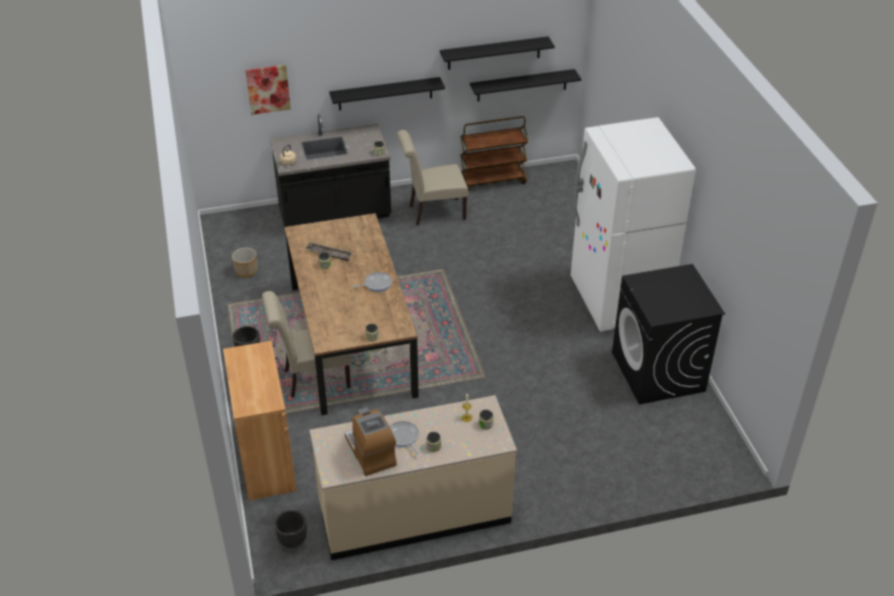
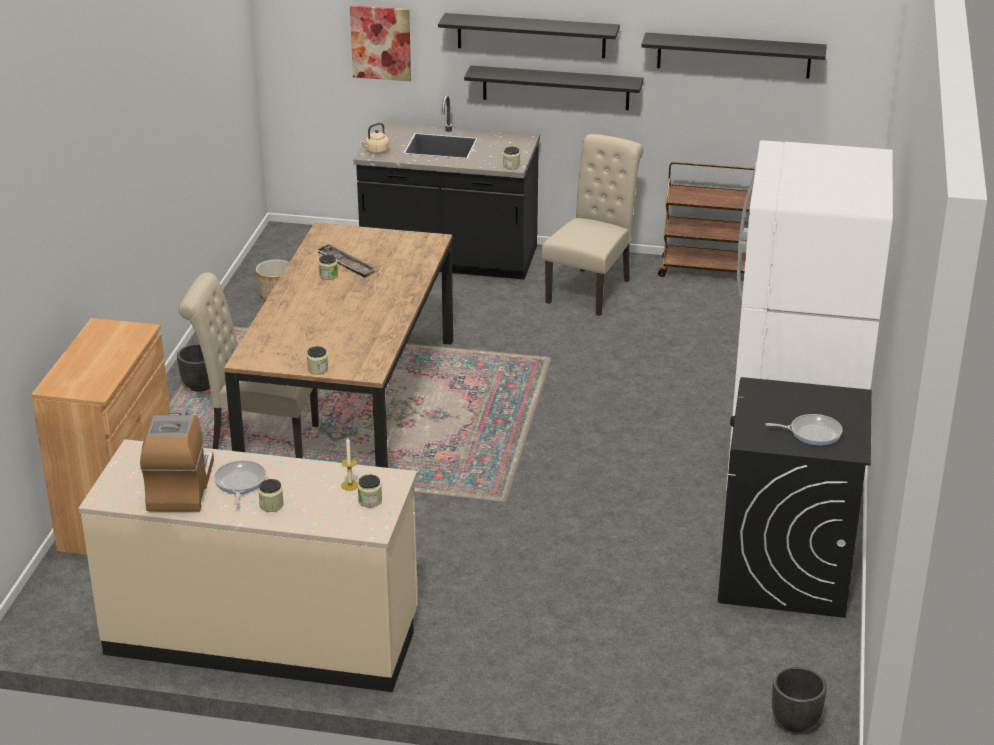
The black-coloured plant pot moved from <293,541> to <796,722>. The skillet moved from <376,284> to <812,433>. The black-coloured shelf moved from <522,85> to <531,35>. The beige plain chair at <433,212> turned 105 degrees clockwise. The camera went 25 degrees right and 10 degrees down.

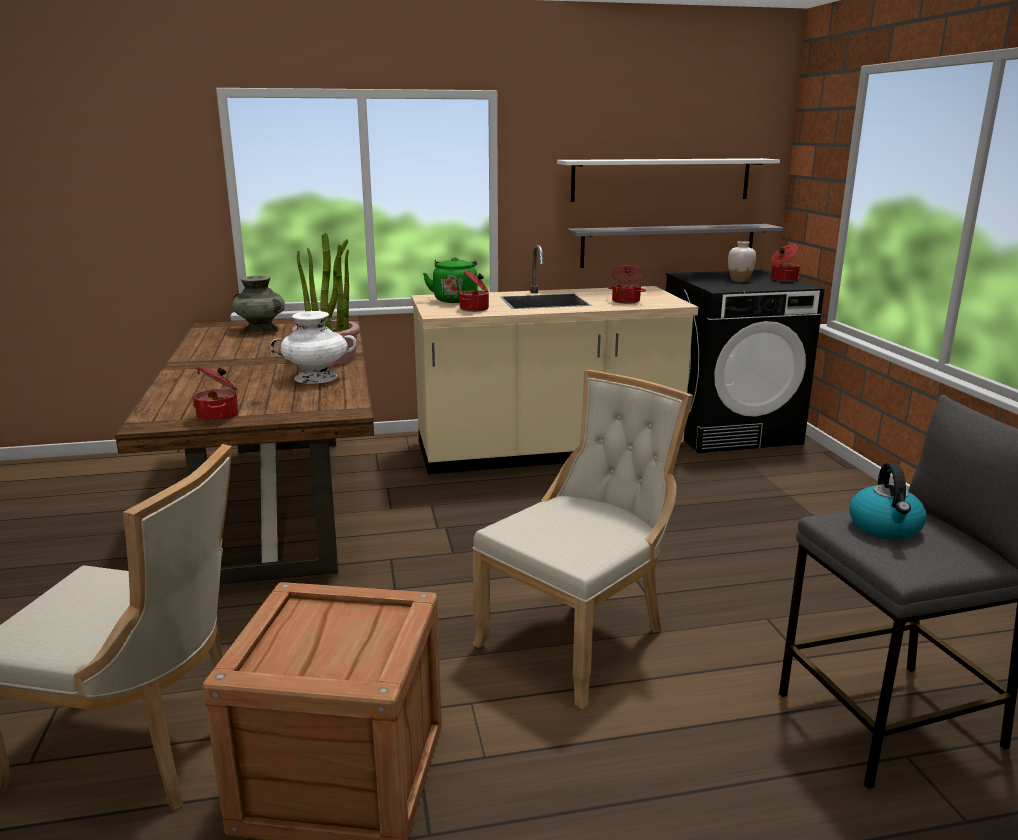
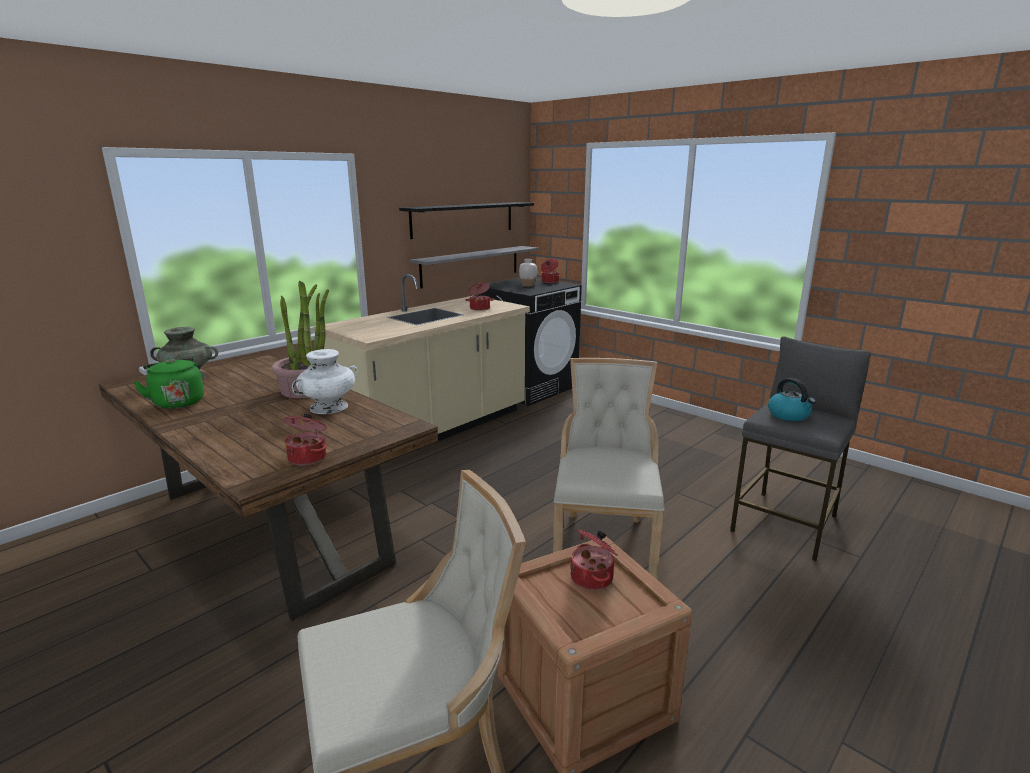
The greenish water kettle moved from <455,299> to <177,402>. The saucepot moved from <475,309> to <593,577>. The whitish shelf at <661,179> became the black-coloured shelf at <463,219>. The camera went 35 degrees left and 0 degrees up.

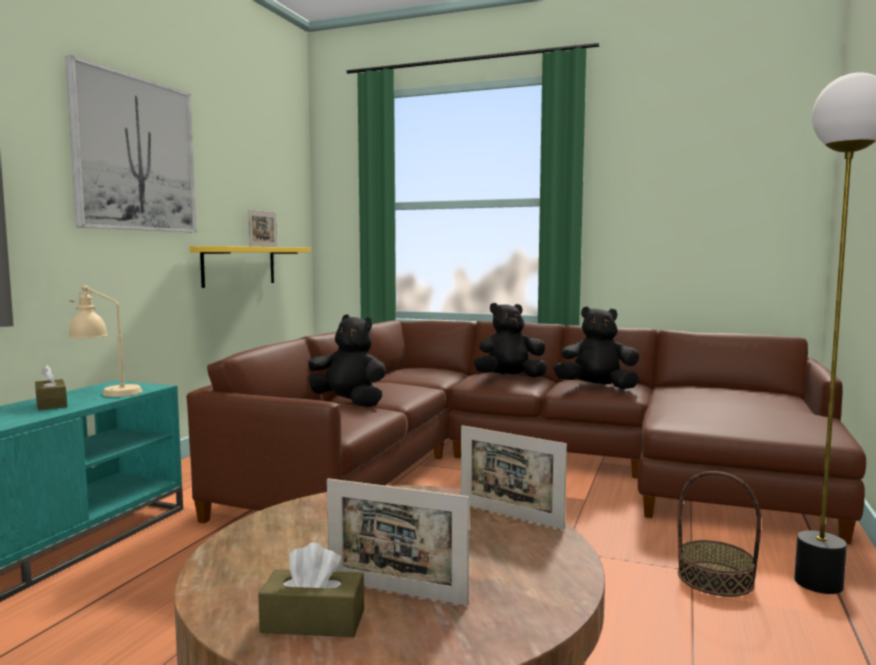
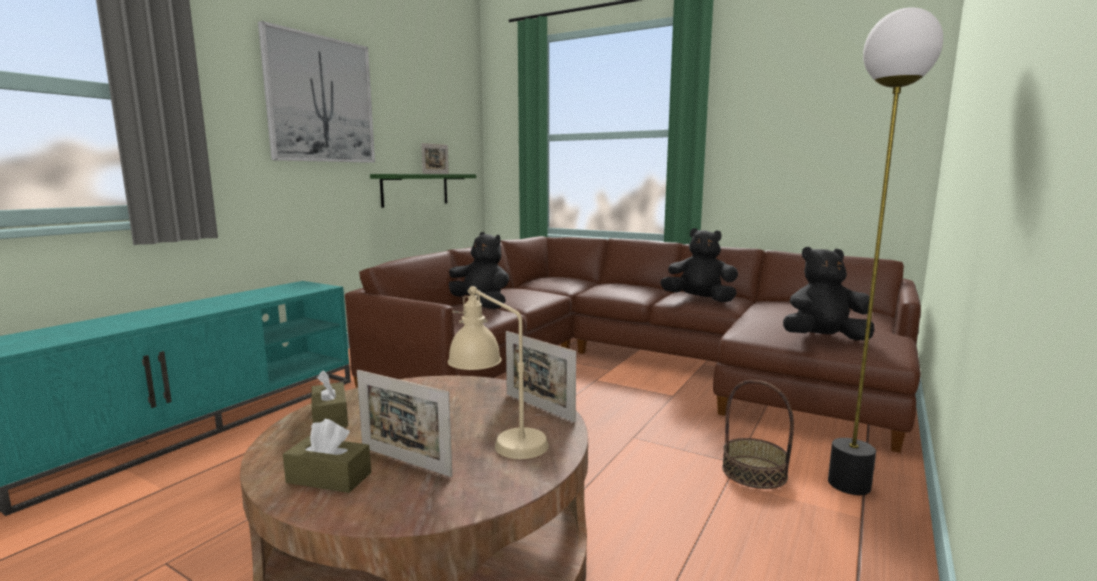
The brown-coloured tissue box moved from <51,404> to <330,417>. The beige table lamp moved from <106,392> to <498,443>. The black-coloured cuddly toy moved from <509,377> to <824,339>. The yellowish shelf at <239,266> became the greenish shelf at <415,189>. The camera went 10 degrees right and 5 degrees up.

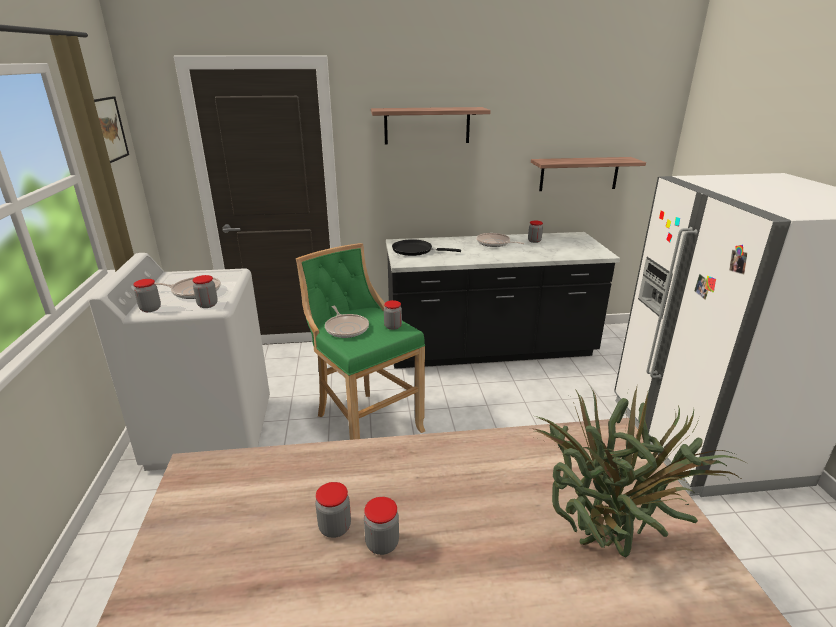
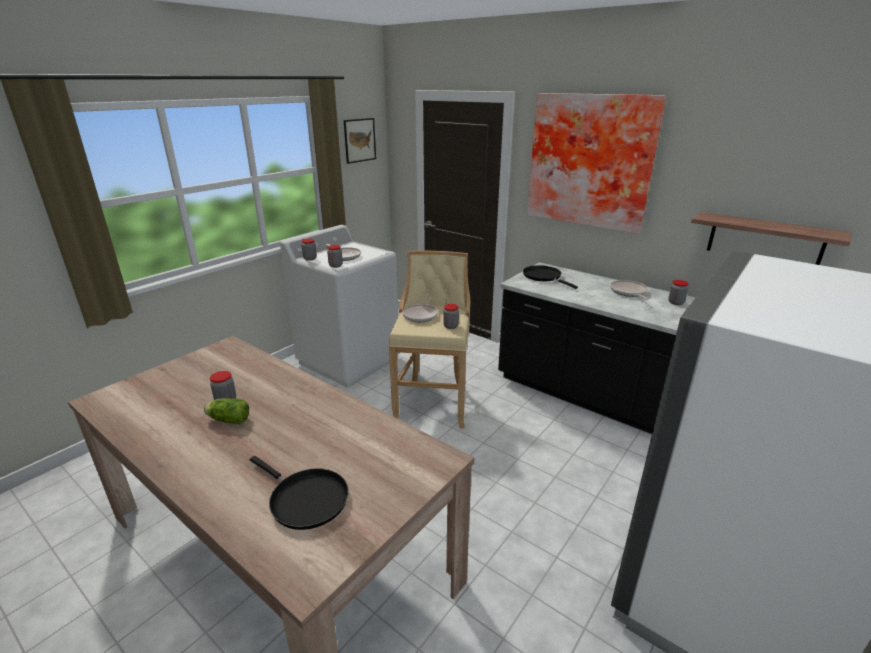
The preserve jar at <382,543> was replaced by the head of lettuce at <228,420>. The shelf at <427,125> was replaced by the wall art at <590,161>. The houseplant at <607,546> was replaced by the black-coloured skillet at <305,499>. The greenish stool seat at <364,423> became the beige stool seat at <433,401>. The camera went 45 degrees right and 0 degrees up.

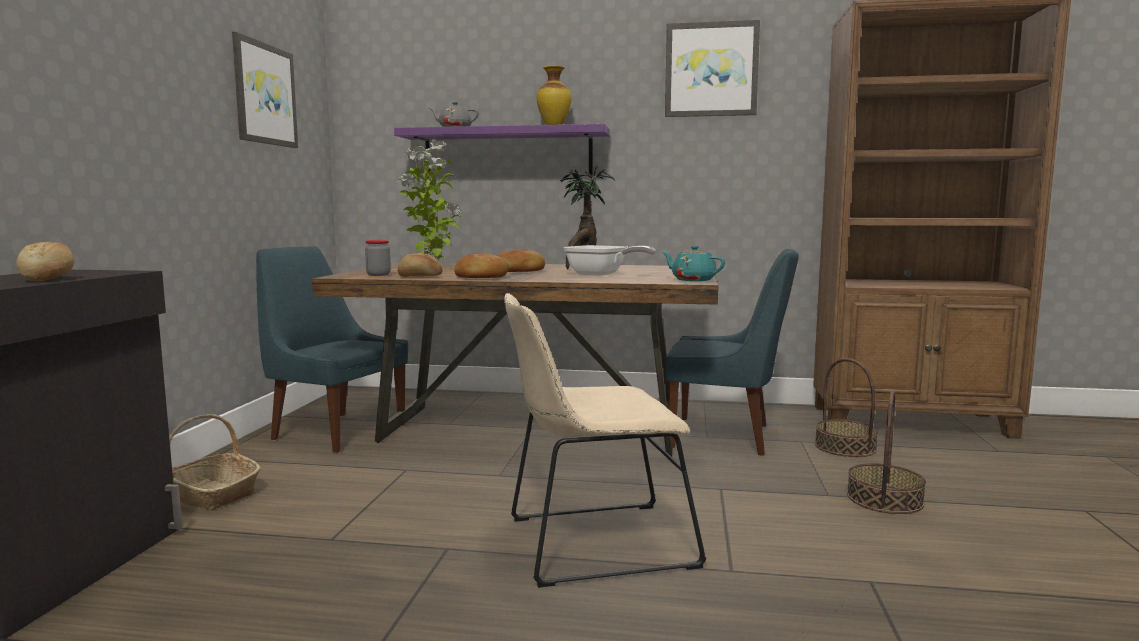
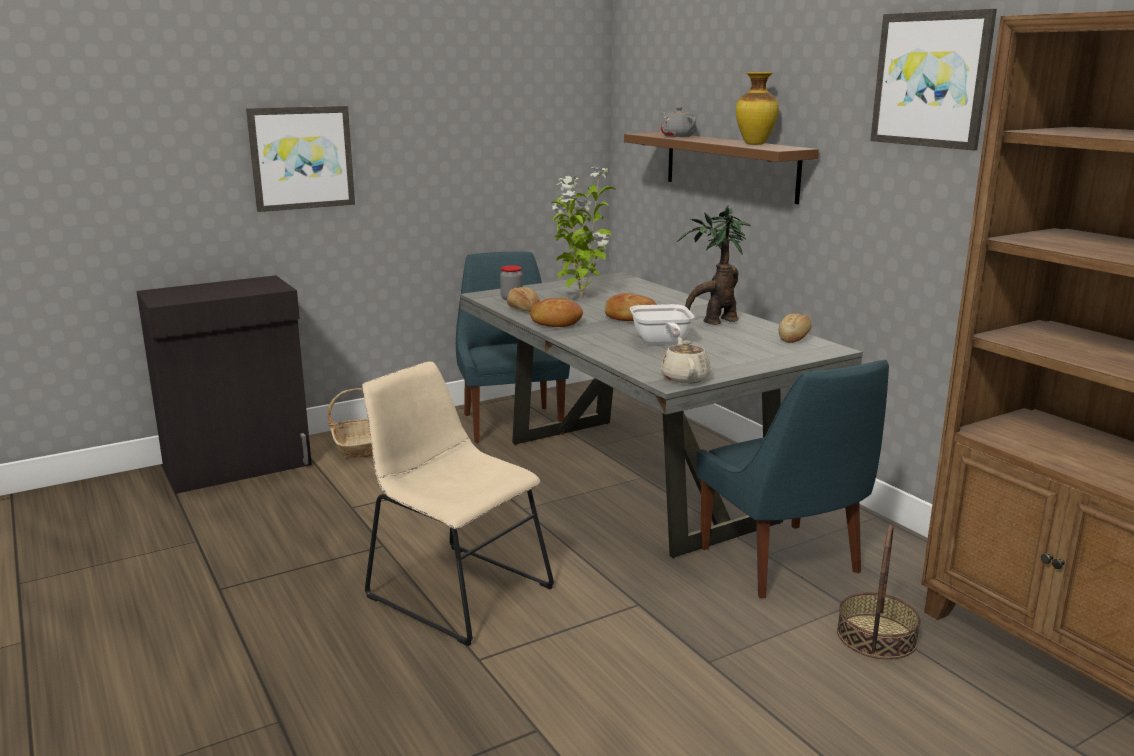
The storage basket at <885,499> disappeared. The baked bread moved from <48,279> to <794,338>. The wall art moved from <264,94> to <301,158>. The brown-coloured kitchen table at <534,431> became the greyish kitchen table at <637,480>. The purplish shelf at <507,153> became the brown-coloured shelf at <730,166>. The blue-green teapot at <692,280> became the beige teapot at <684,378>. The camera went 50 degrees right and 10 degrees up.

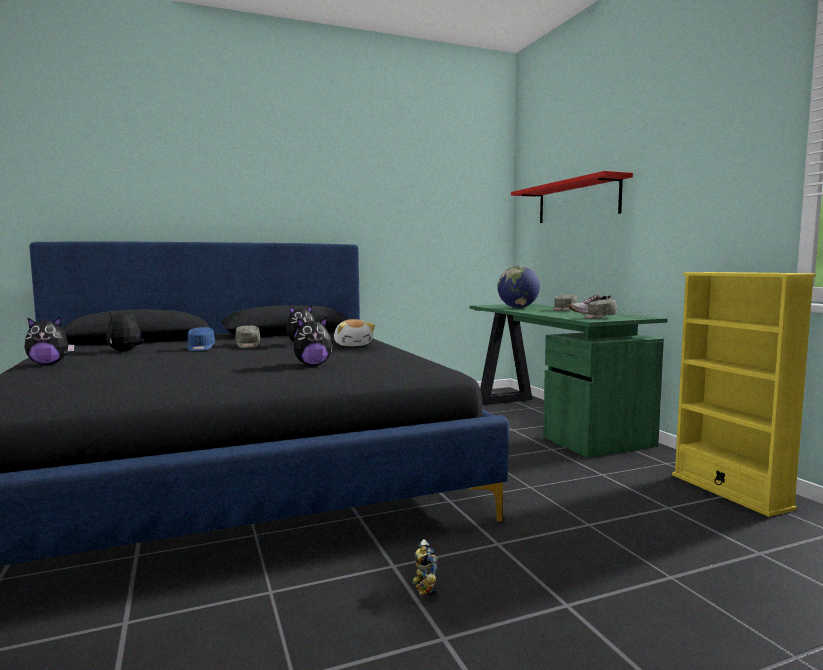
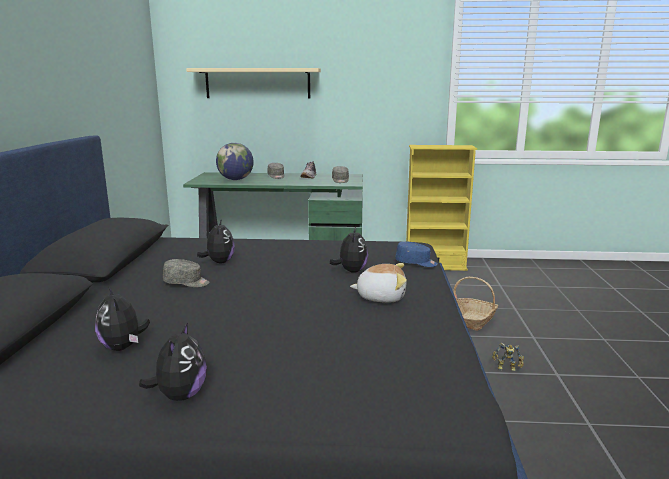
The storage basket at <472,320> appeared. The blue peaked cap moved from <200,348> to <416,263>. The cuddly toy moved from <353,345> to <381,297>. The red shelf at <577,201> became the beige shelf at <257,83>. The camera went 65 degrees left and 10 degrees up.

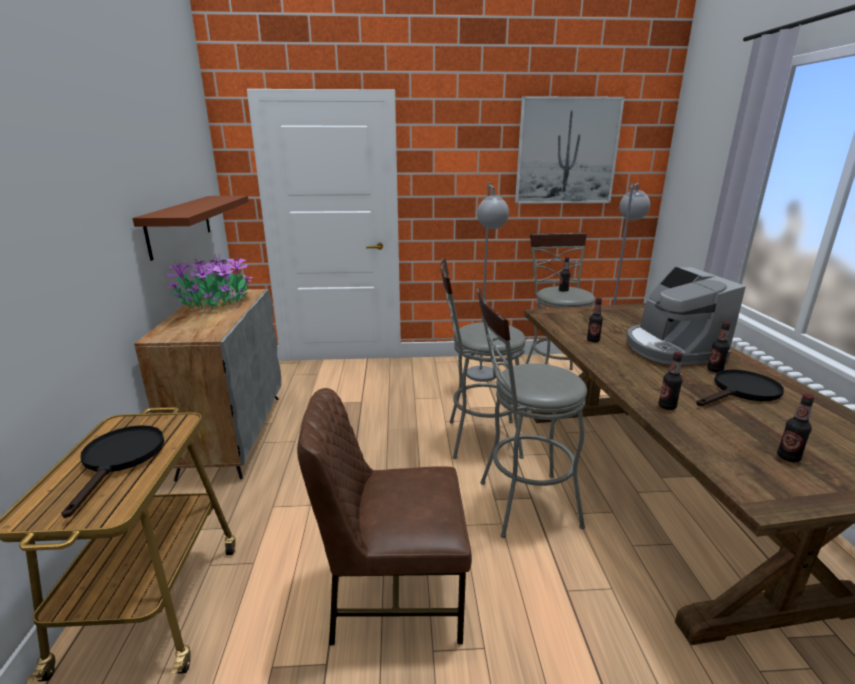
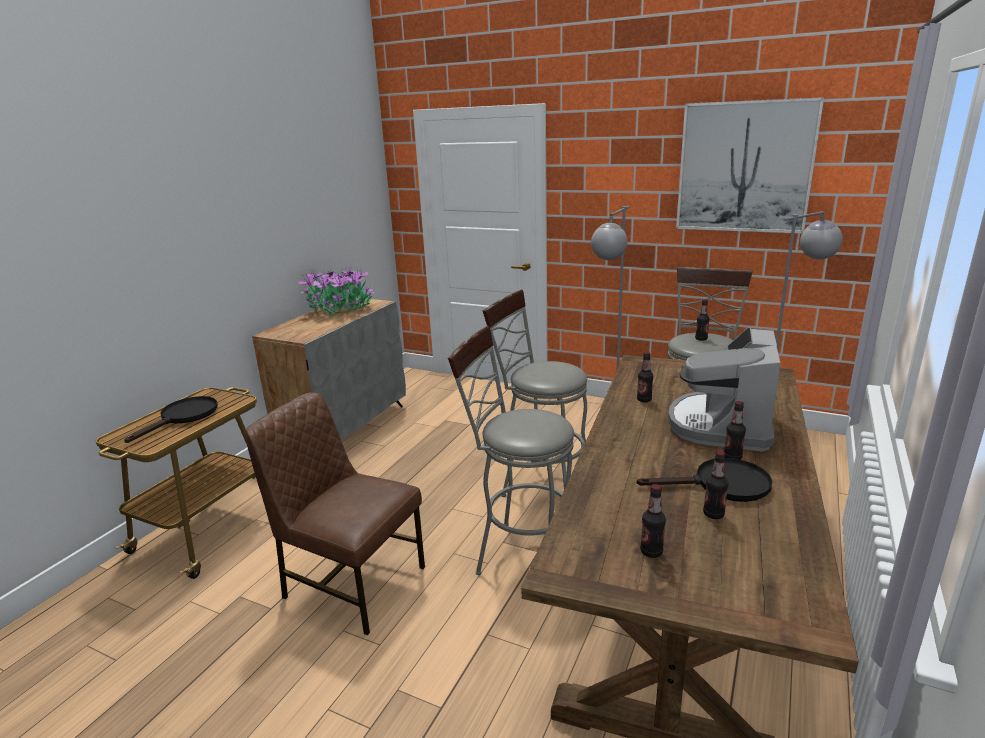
The brown-coloured shelf at <180,225> disappeared. The beverage bottle moved from <667,406> to <713,514>. The camera went 30 degrees right and 0 degrees up.

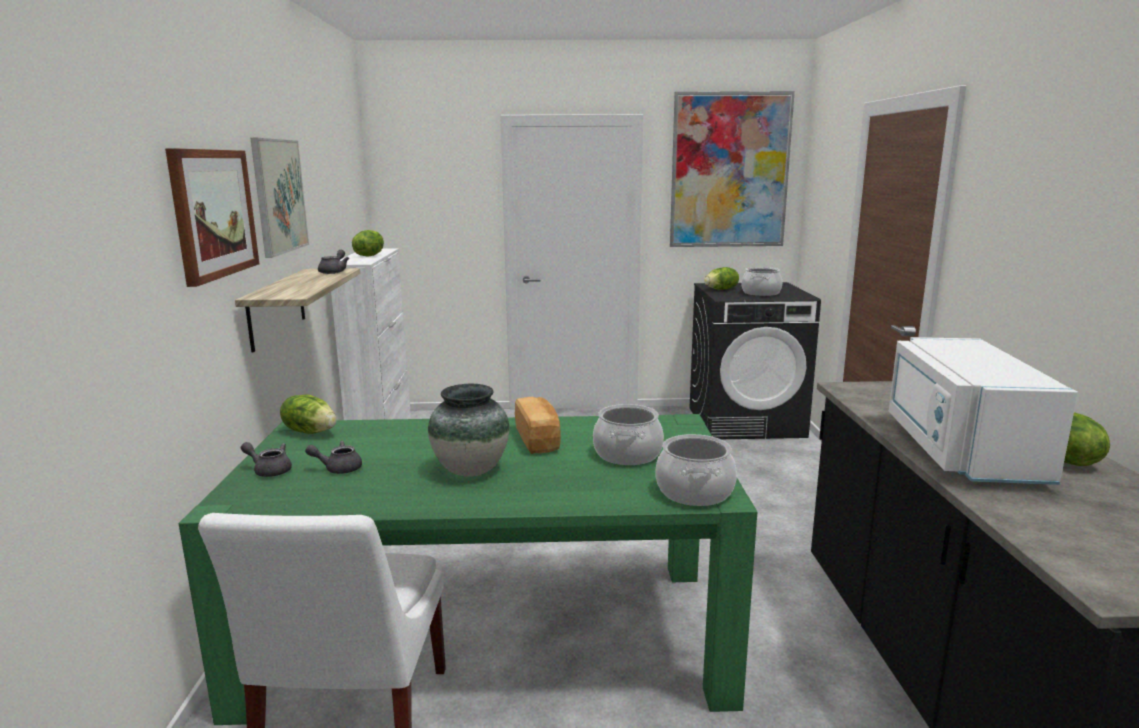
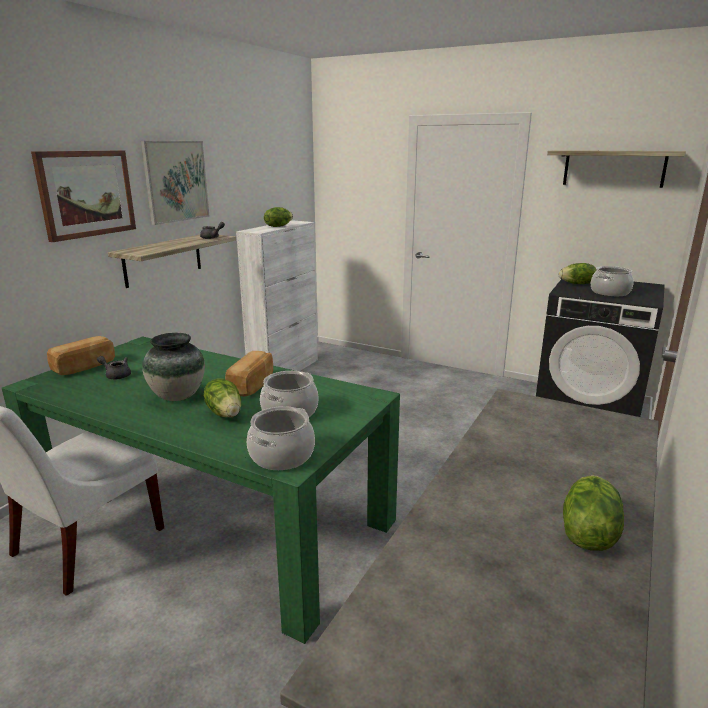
The whitish kitchen microwave at <958,449> disappeared. The head of lettuce moved from <310,431> to <225,413>. The greyish teapot at <269,470> was replaced by the baked bread at <85,367>. The wall art at <729,171> was replaced by the shelf at <613,168>. The camera went 30 degrees right and 5 degrees up.

